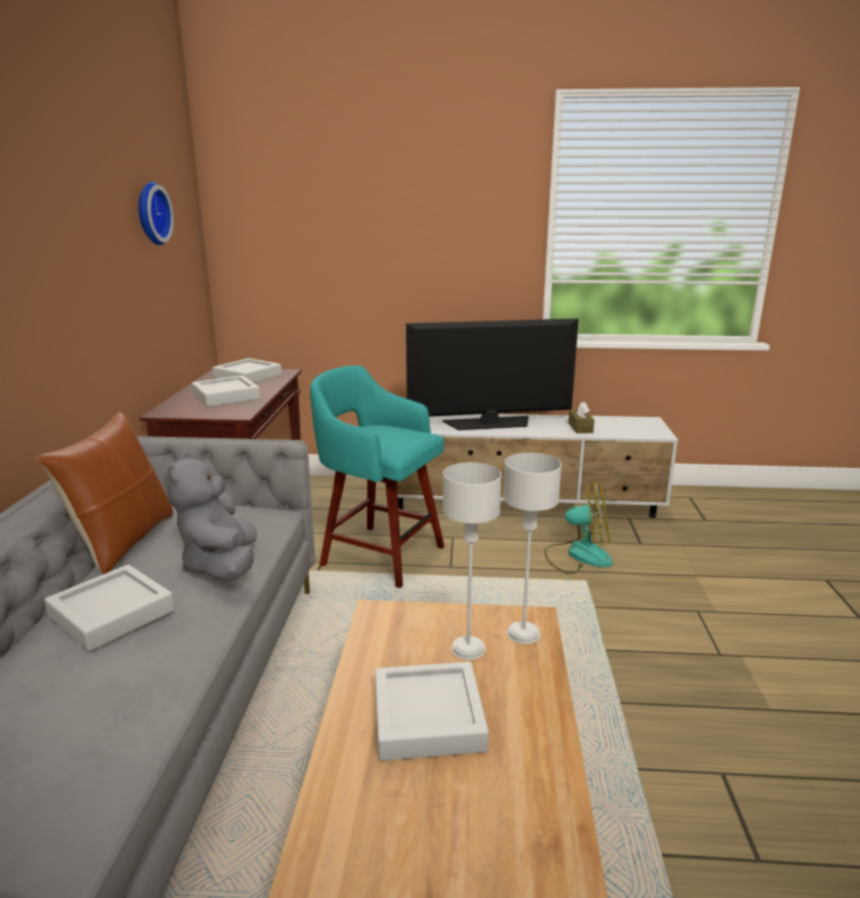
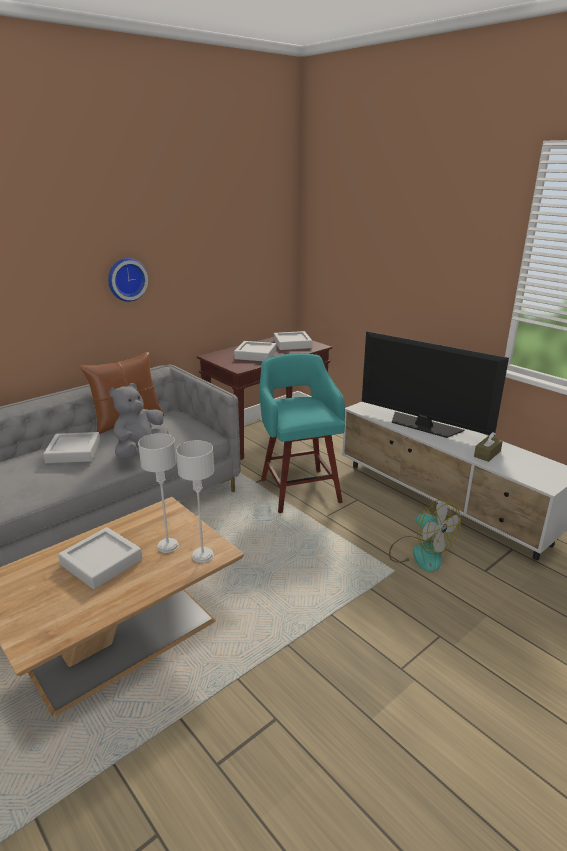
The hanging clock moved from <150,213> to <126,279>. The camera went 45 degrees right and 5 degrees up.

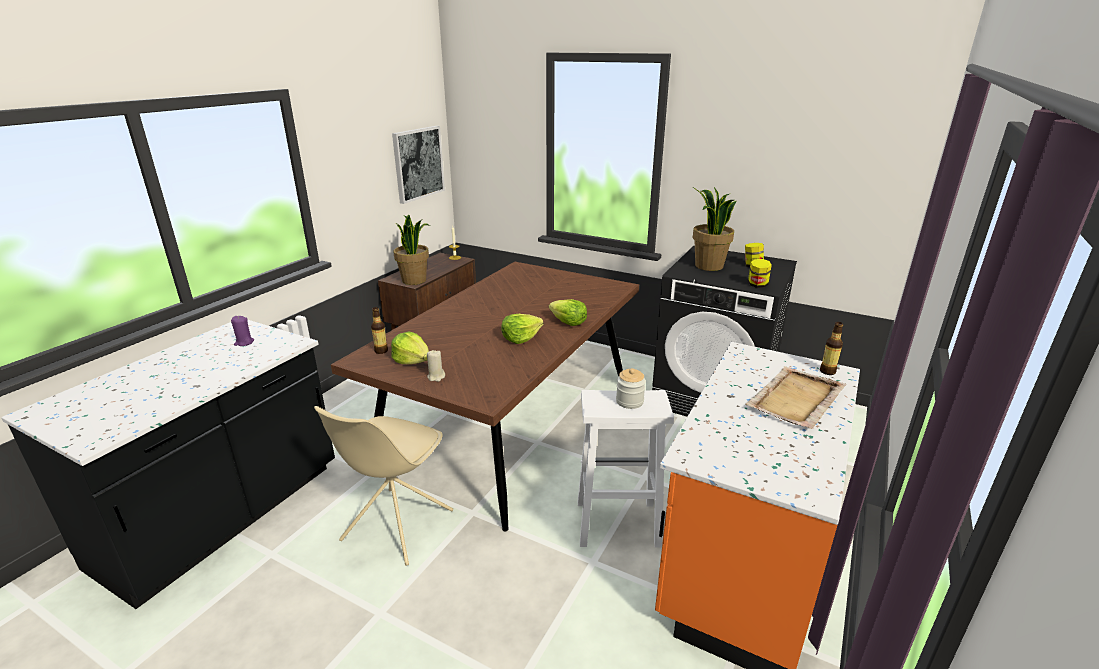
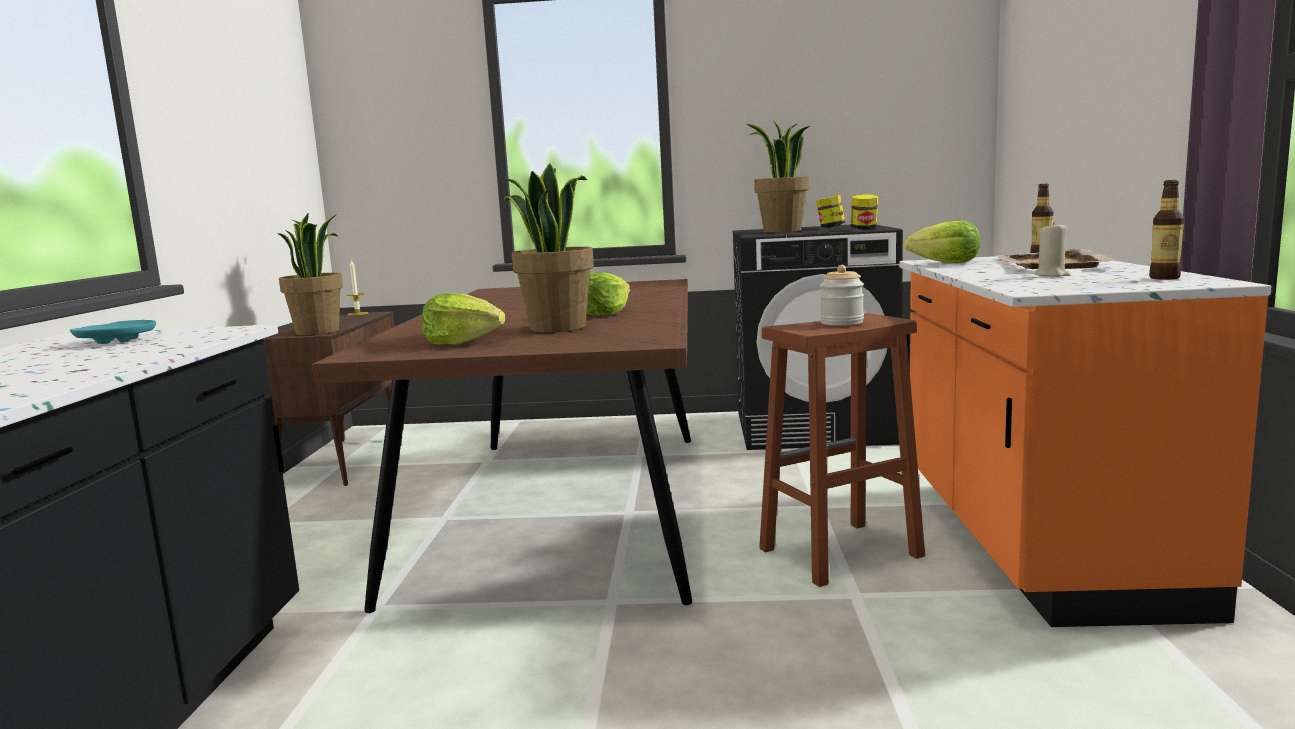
The beige plain chair at <396,526> disappeared. The wall art at <418,163> disappeared. The houseplant at <557,327> appeared. The beverage bottle moved from <381,351> to <1164,278>. The beige candle moved from <436,377> to <1051,275>. The head of lettuce moved from <568,322> to <946,263>. The purplish candle at <244,342> was replaced by the blue-green plate at <117,341>. The whitish stool seat at <616,524> became the brown-coloured stool seat at <838,553>. The camera went 25 degrees left and 15 degrees down.

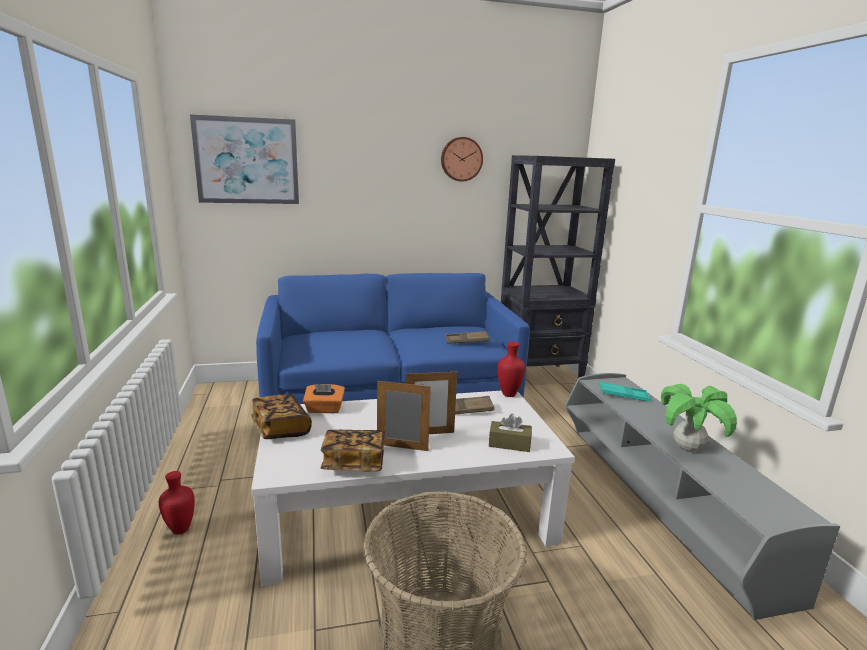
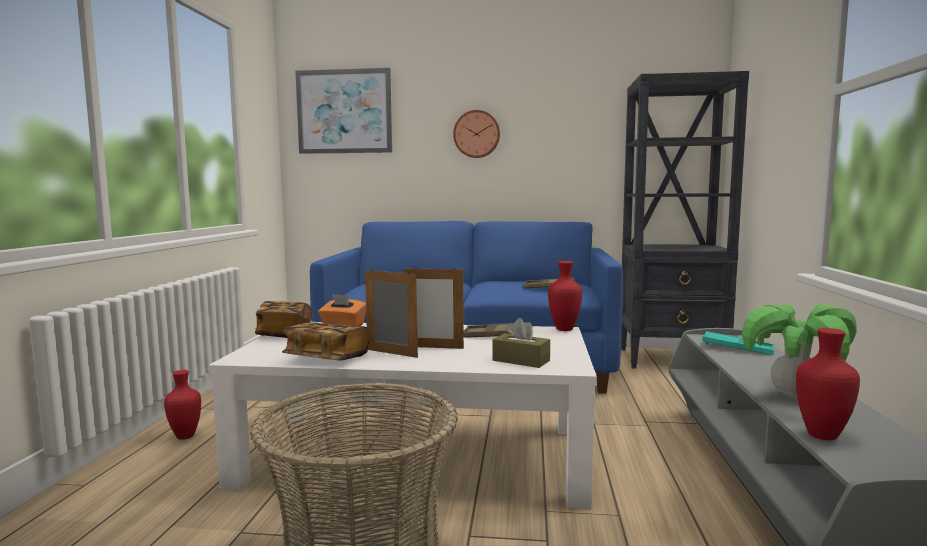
The red vase at <823,436> appeared. The hanging clock moved from <461,159> to <476,134>. The camera went 20 degrees right and 10 degrees down.

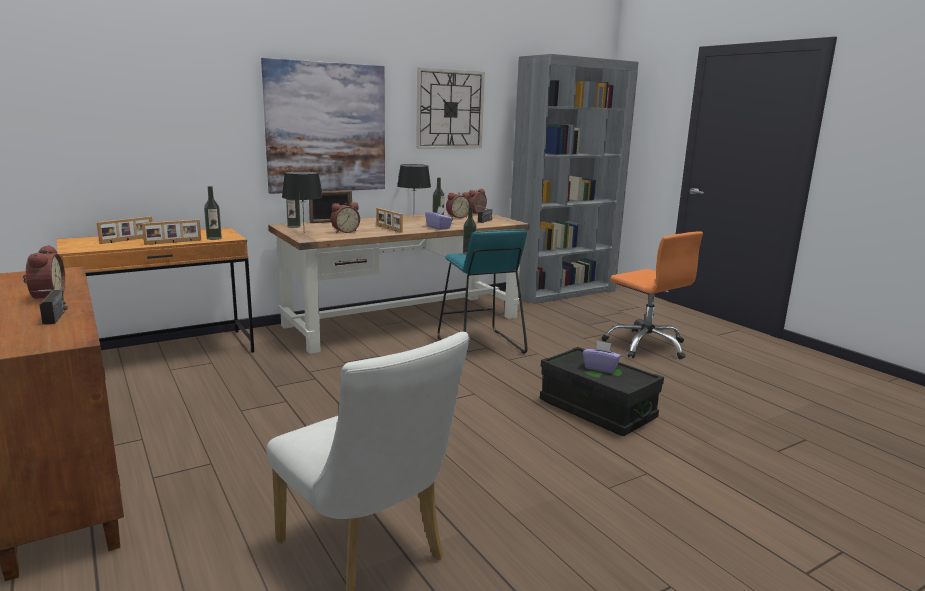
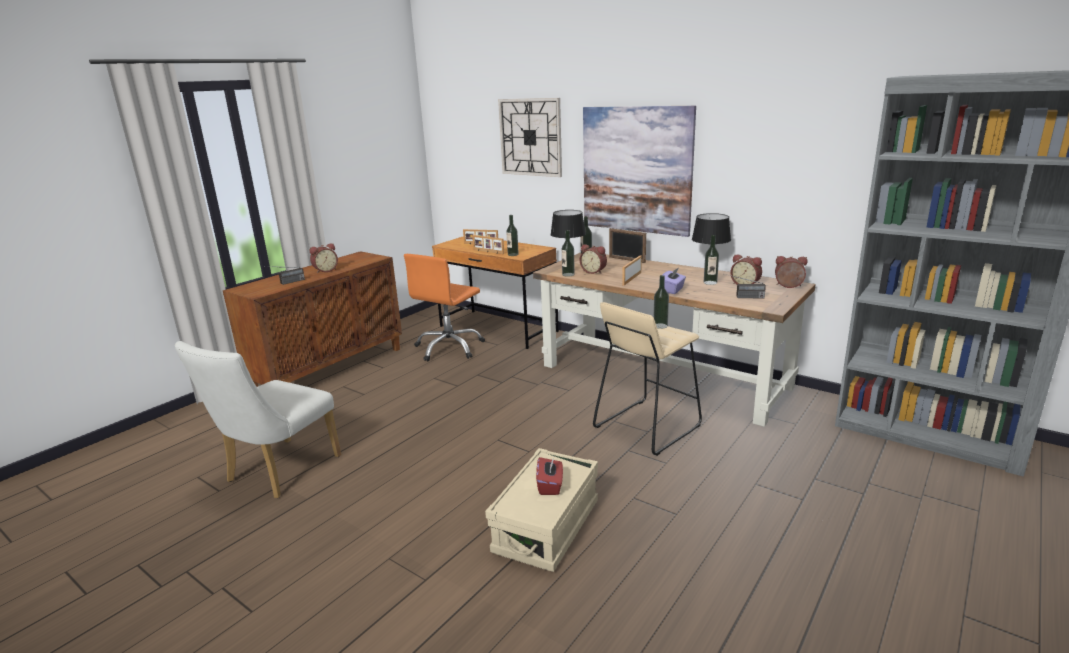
The beverage bottle at <568,274> appeared. The hanging clock moved from <450,109> to <530,137>. The orange-coloured computer chair moved from <646,345> to <449,348>. The blue-green stool seat at <479,345> became the beige stool seat at <646,426>. The black-coloured storage bin at <597,410> became the beige storage bin at <546,527>. The purplish tissue box at <600,368> became the red tissue box at <550,486>. The camera went 70 degrees right and 5 degrees up.

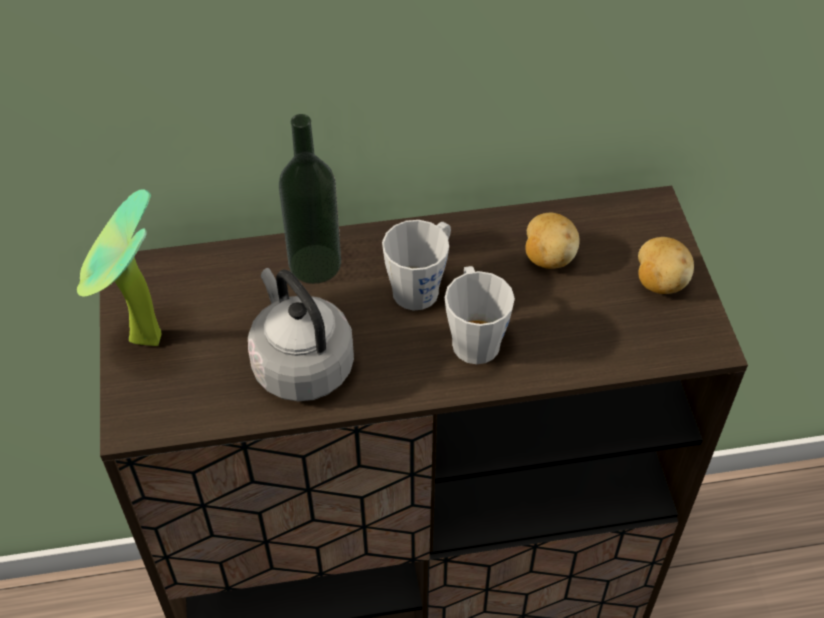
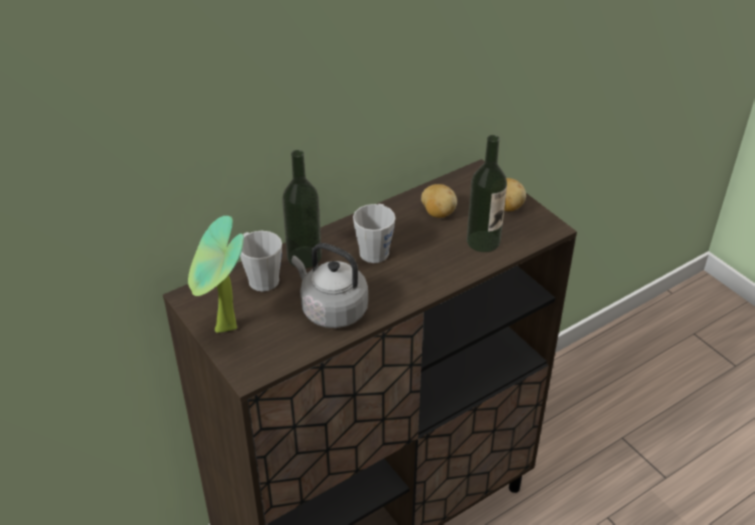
The beverage bottle at <483,241> appeared. The greyish coffee mug moved from <473,336> to <260,277>. The camera went 25 degrees left and 10 degrees down.

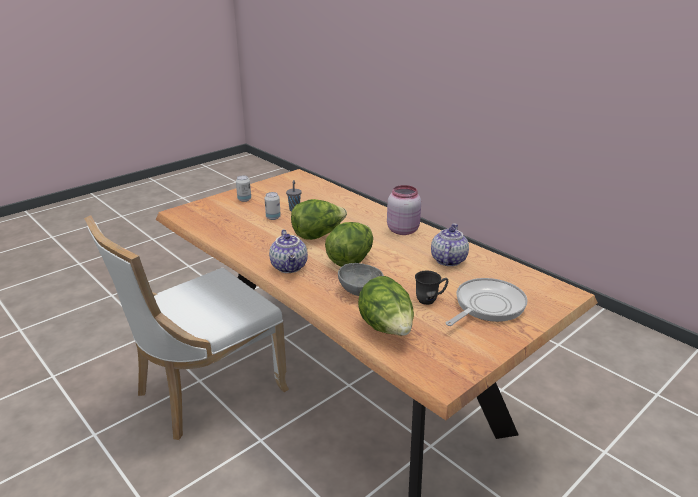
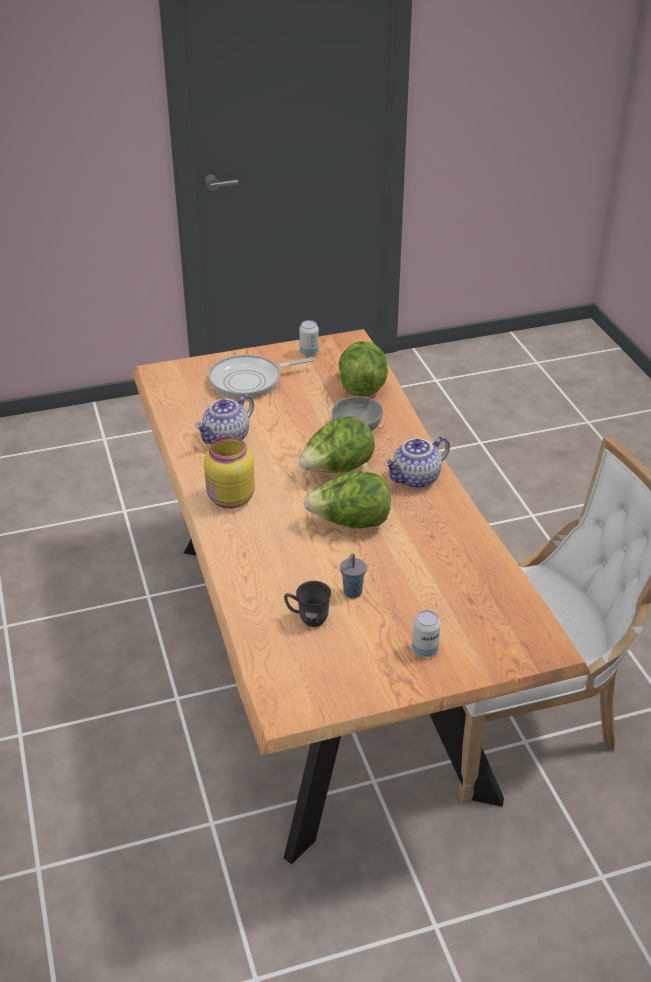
The sealed can moved from <273,217> to <309,352>. The greyish coffee mug moved from <430,299> to <307,618>. The pink preserve jar at <403,230> became the yellowish preserve jar at <230,499>. The teapot at <290,267> turned 135 degrees counterclockwise. The camera went 155 degrees left and 10 degrees up.

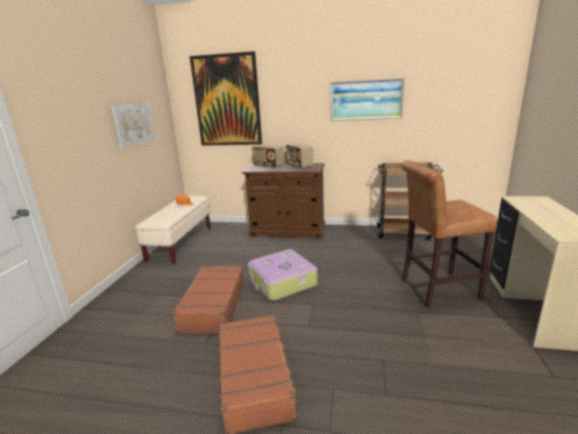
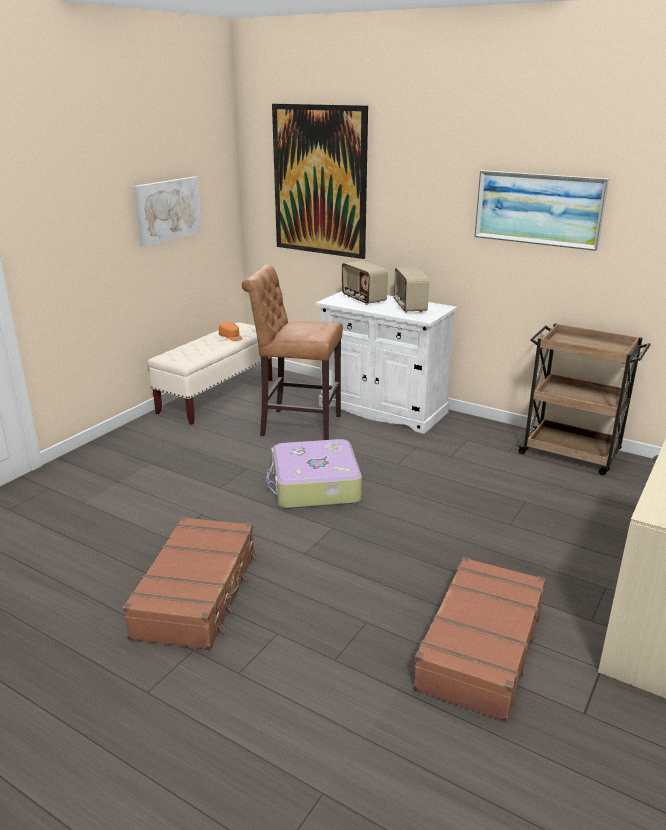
The brown-coloured piece of luggage moved from <213,306> to <479,648>. The brown-coloured stool seat moved from <435,290> to <296,425>. The brown-coloured cupboard at <288,231> became the whitish cupboard at <382,409>. The camera went 20 degrees right and 5 degrees up.

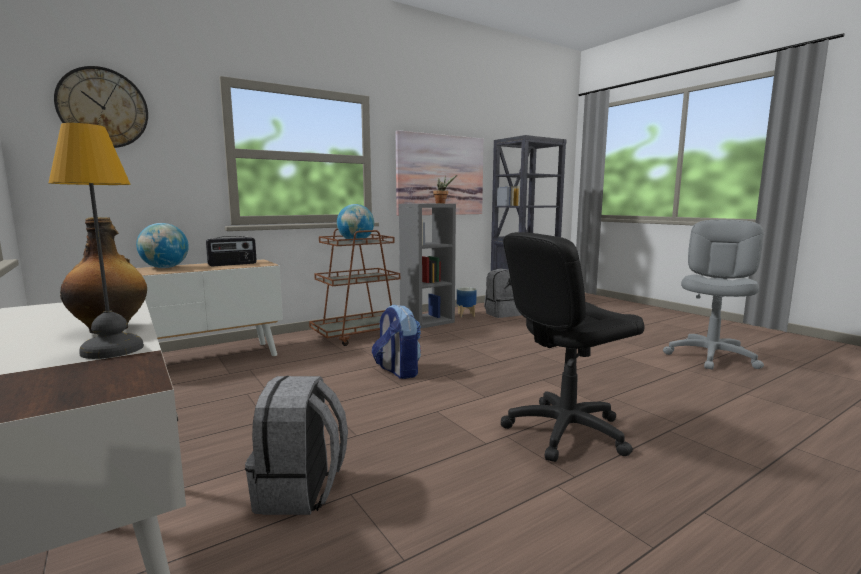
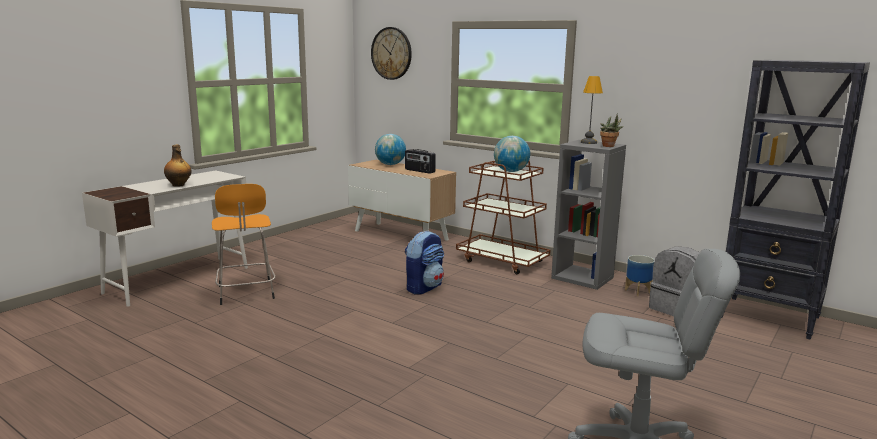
The wall art at <440,175> disappeared. The black-coloured computer chair at <565,431> disappeared. The table lamp moved from <115,349> to <589,142>. The greyish rucksack at <301,491> was replaced by the orange-coloured stool seat at <246,293>. The camera went 70 degrees right and 5 degrees up.

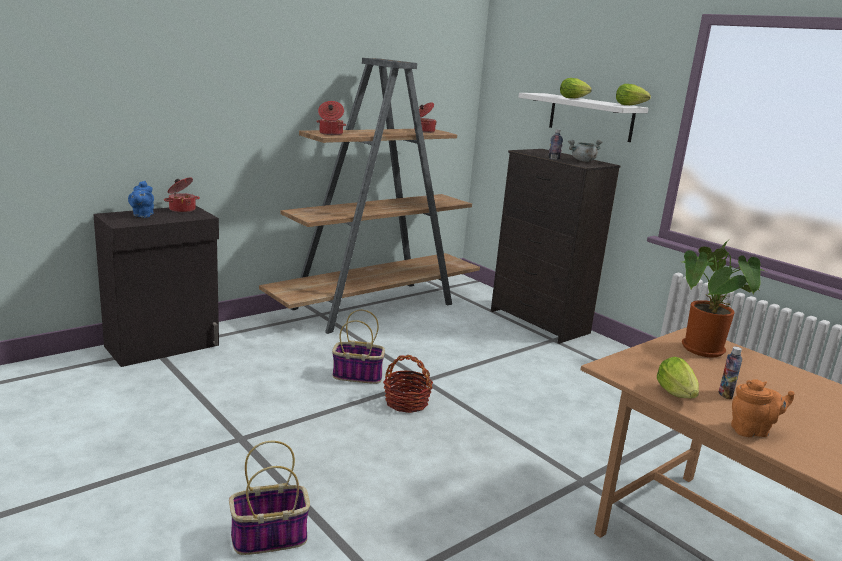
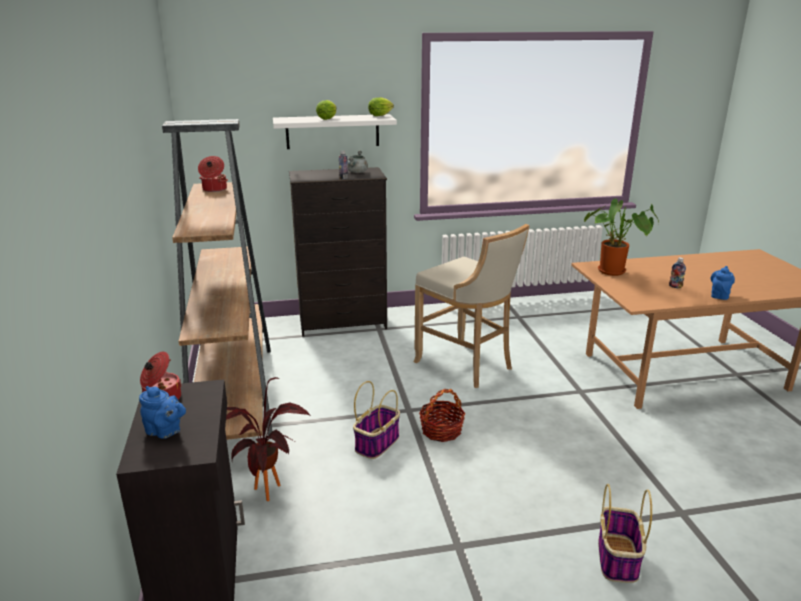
The saucepot at <330,133> disappeared. The head of lettuce at <677,396> disappeared. The houseplant at <269,496> appeared. The beige stool seat at <467,365> appeared. The orange-coloured teapot at <752,431> became the blue teapot at <719,295>. The camera went 60 degrees left and 5 degrees up.

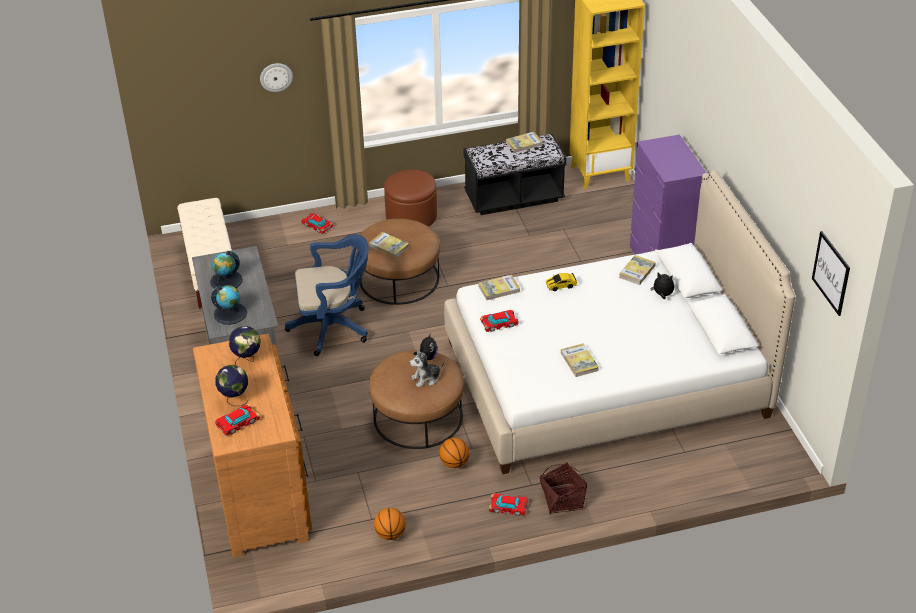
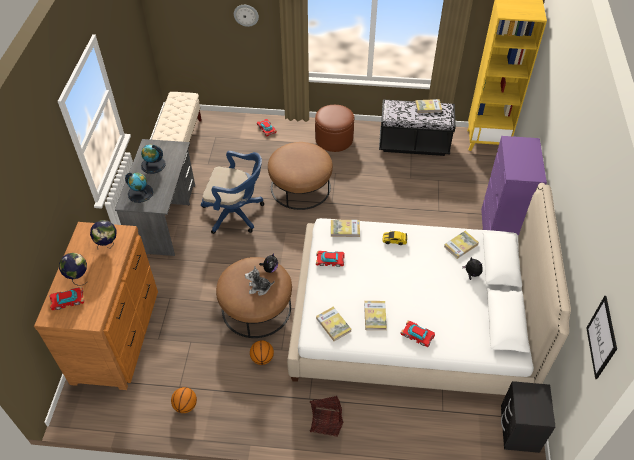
The black-coloured night table at <519,430> appeared. The book moved from <389,246> to <333,324>. The model car moved from <508,507> to <417,335>. The camera went 20 degrees right and 10 degrees up.

